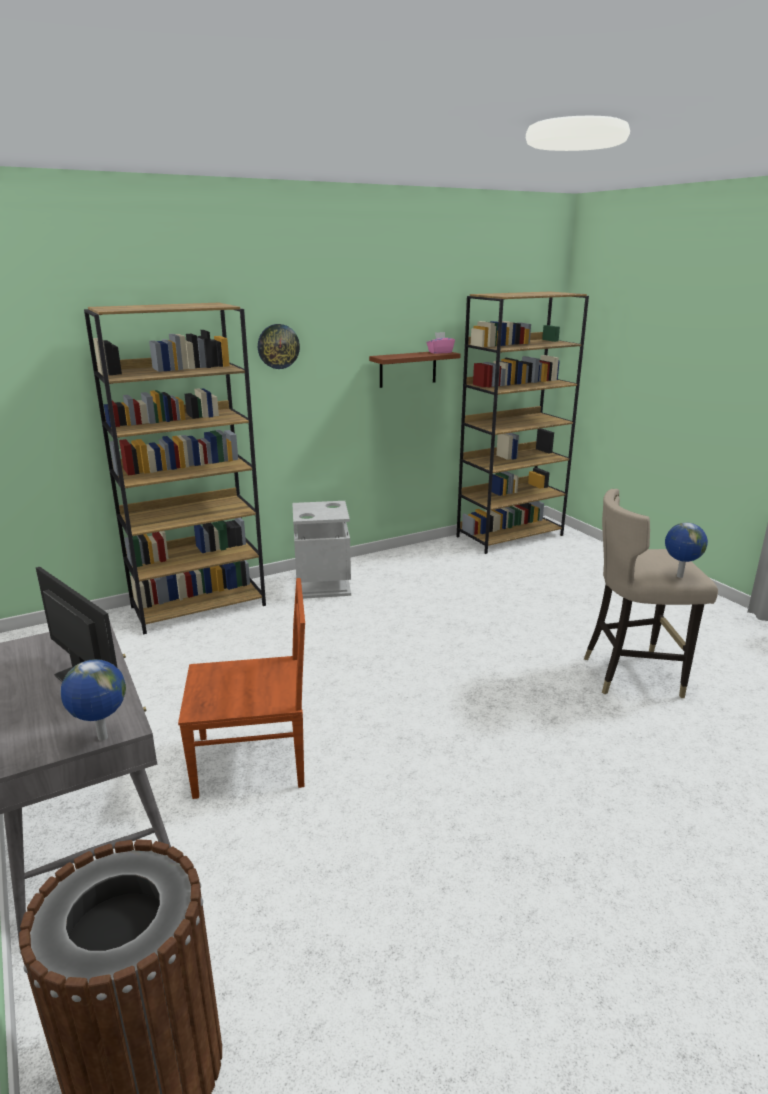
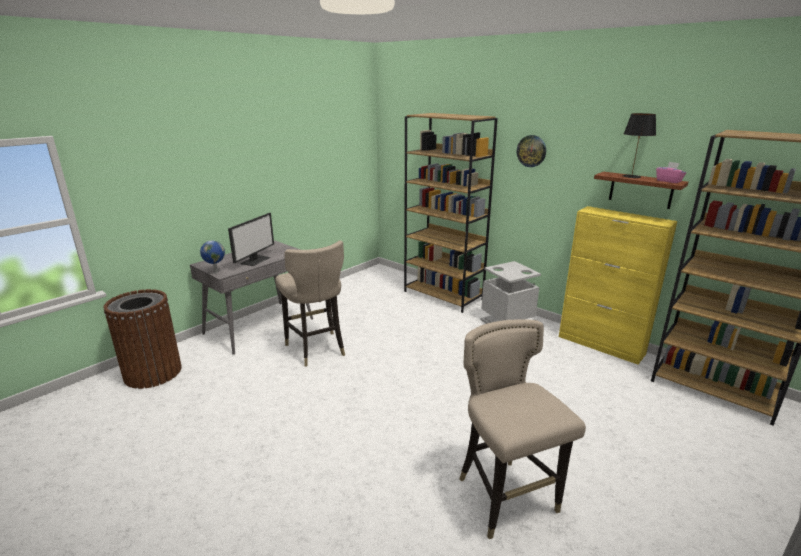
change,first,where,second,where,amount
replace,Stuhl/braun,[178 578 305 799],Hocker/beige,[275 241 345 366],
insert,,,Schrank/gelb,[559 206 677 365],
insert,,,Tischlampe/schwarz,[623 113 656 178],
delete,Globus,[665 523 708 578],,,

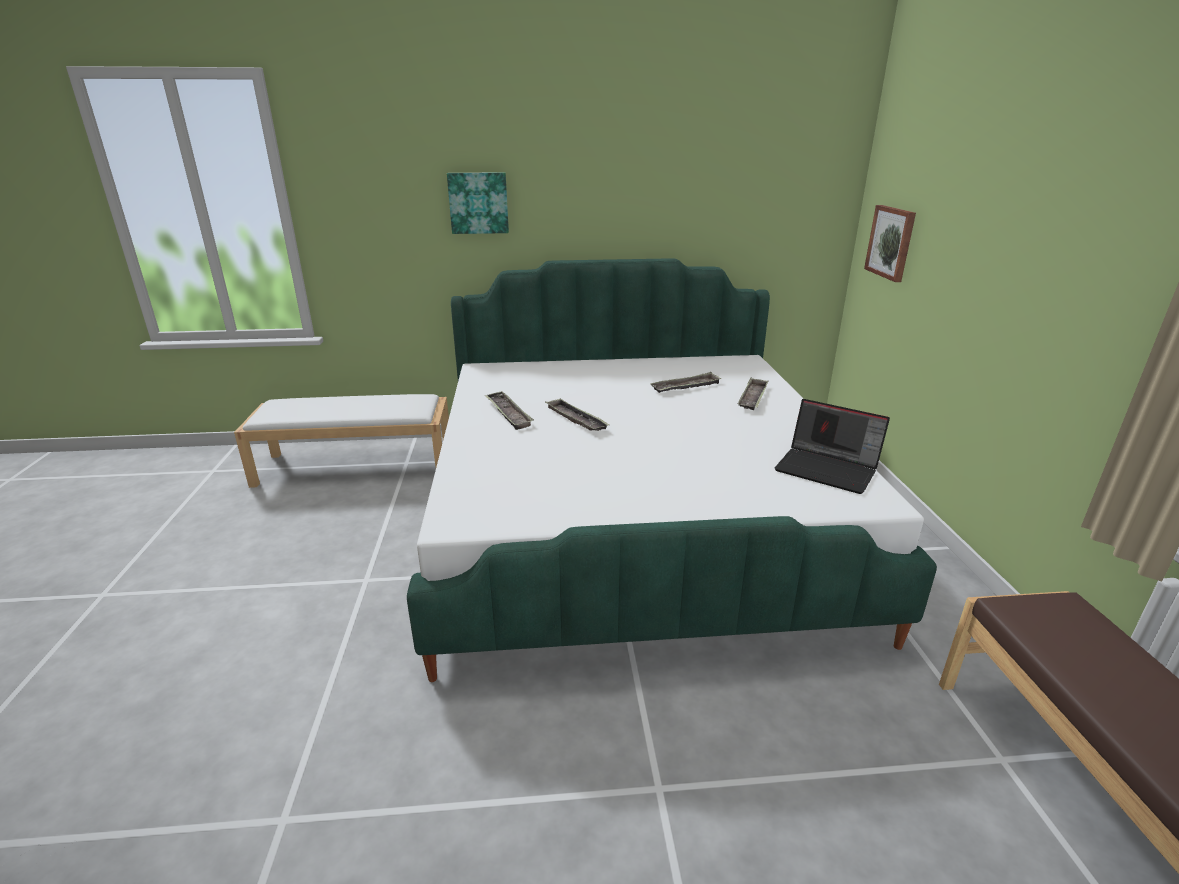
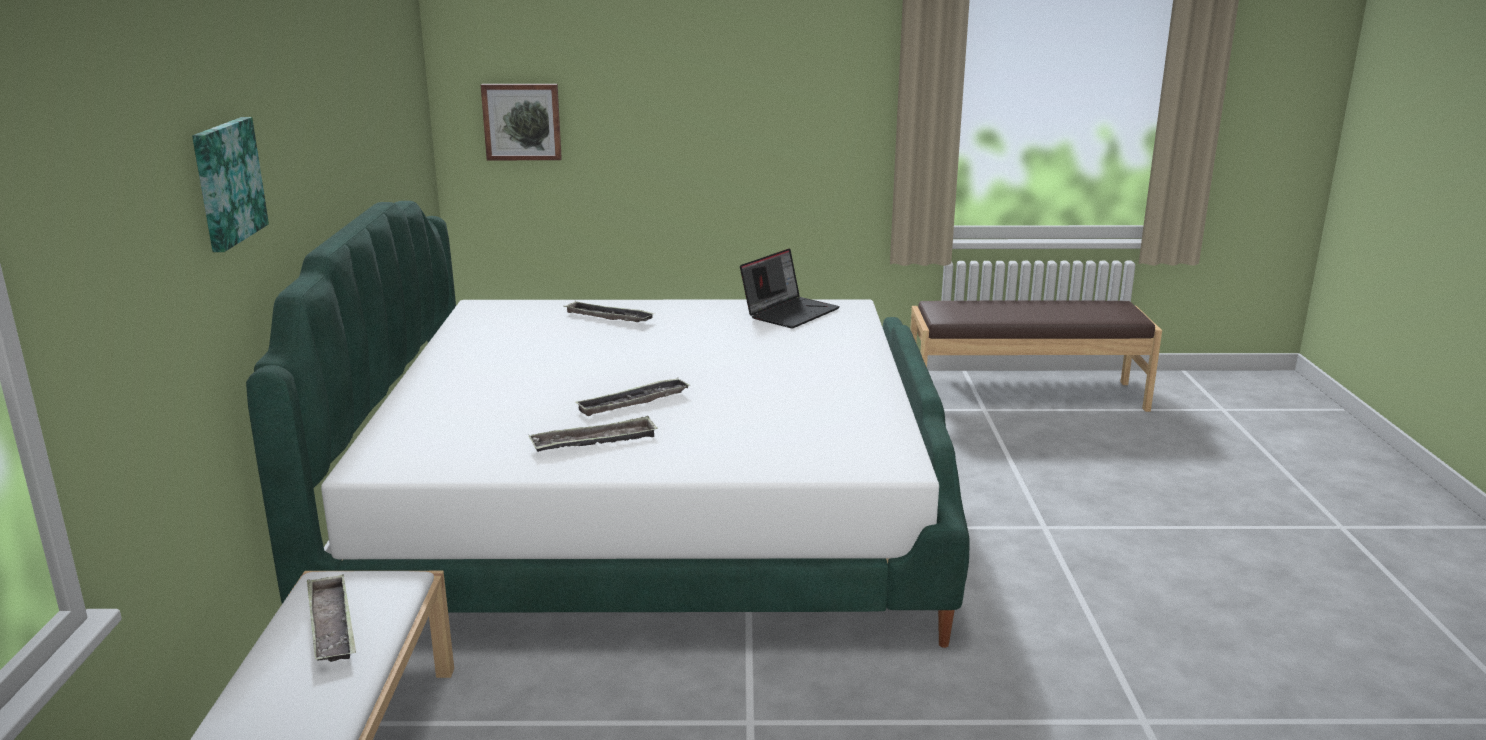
change,first,where,second,where,amount
move,Tablett,[651 372 722 393],,[307 574 356 662],

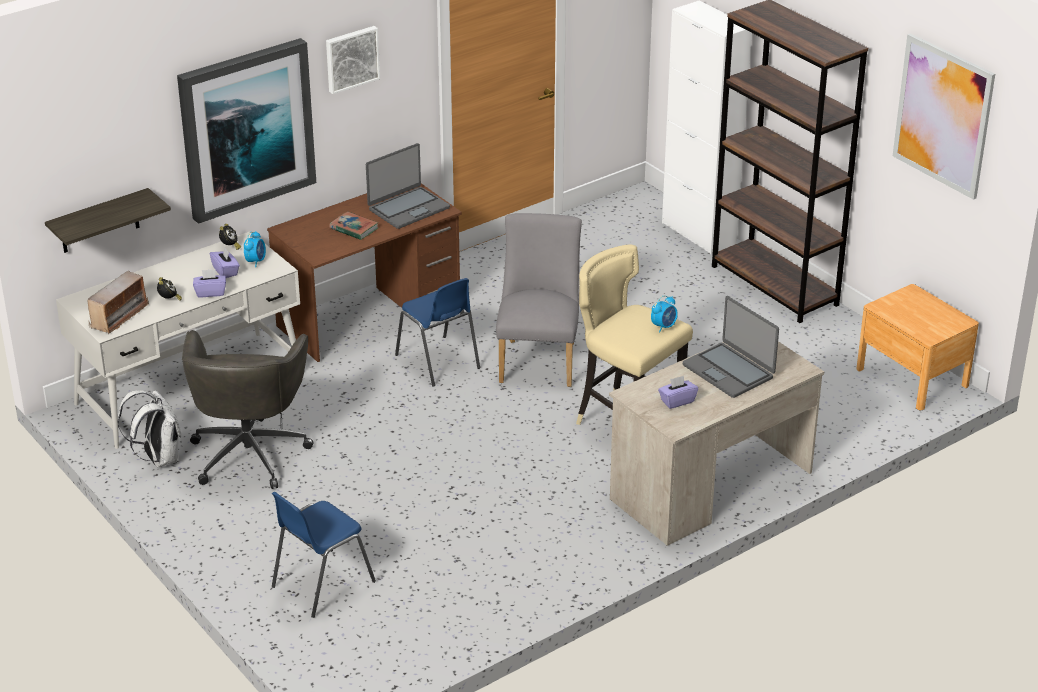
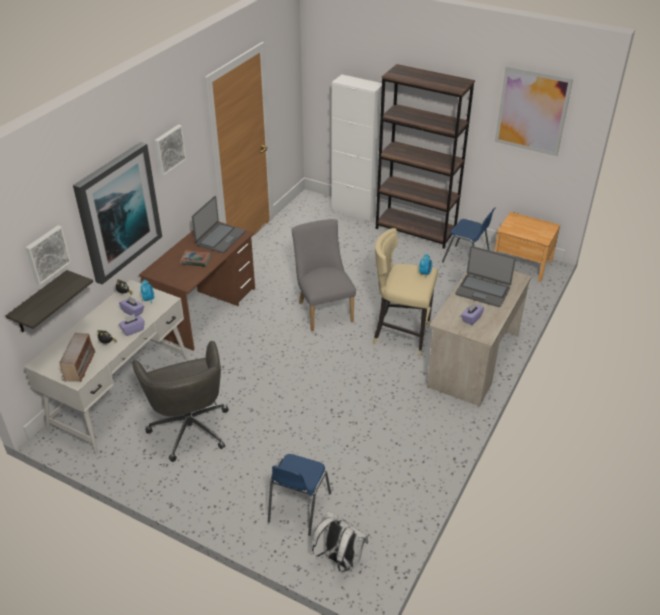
change,first,where,second,where,amount
insert,,,Bild,[25 225 71 285],
move,Rucksack/weiß,[118 390 181 467],,[312 511 368 572],
move,Stuhl/blau,[395 278 480 386],,[442 207 496 263],

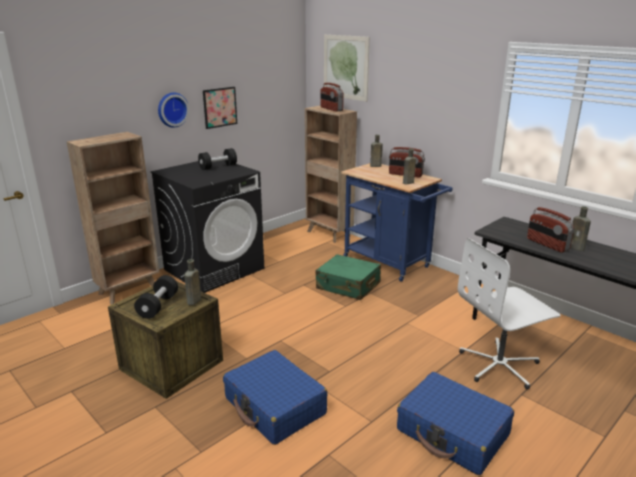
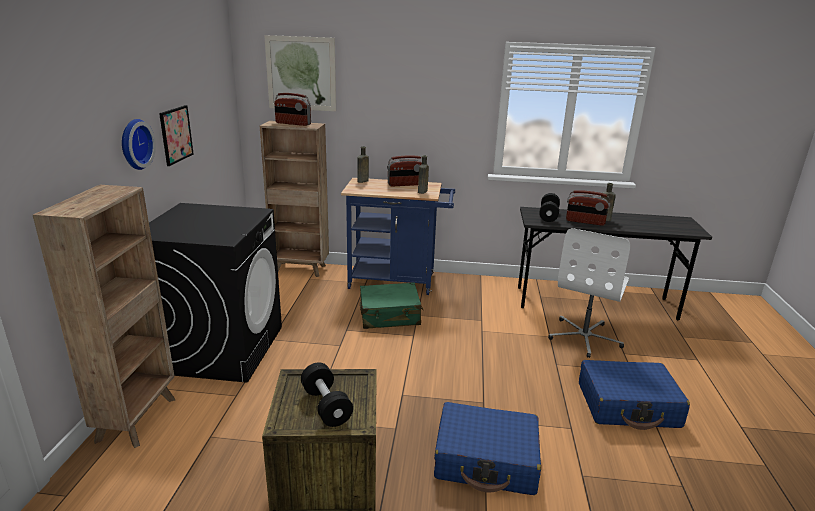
change,first,where,second,where,amount
move,Hantel/schwarz,[198 148 237 170],,[539 193 560 222],
delete,Flasche/braun,[184 259 201 306],,,

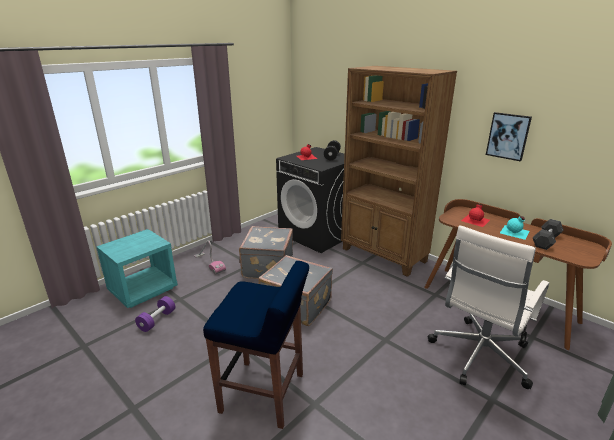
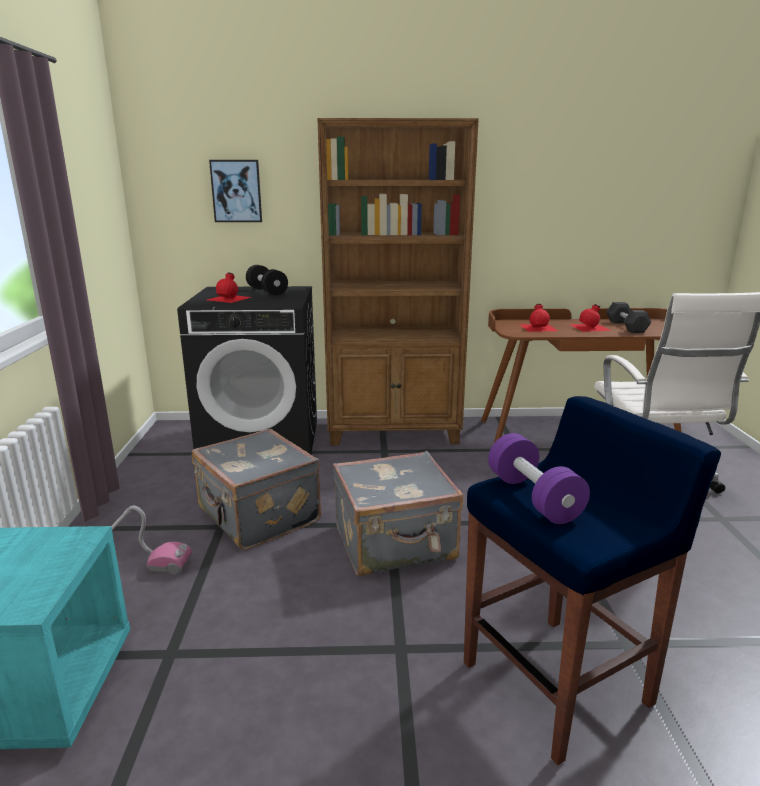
change,first,where,second,where,amount
move,Bild,[486 112 532 161],,[209 160 262 222],
move,Hantel/lila,[135 296 175 332],,[488 433 590 524],
recolor,Flasche/türkis,[500 216 530 240],Flasche/rot,[570 304 612 332],

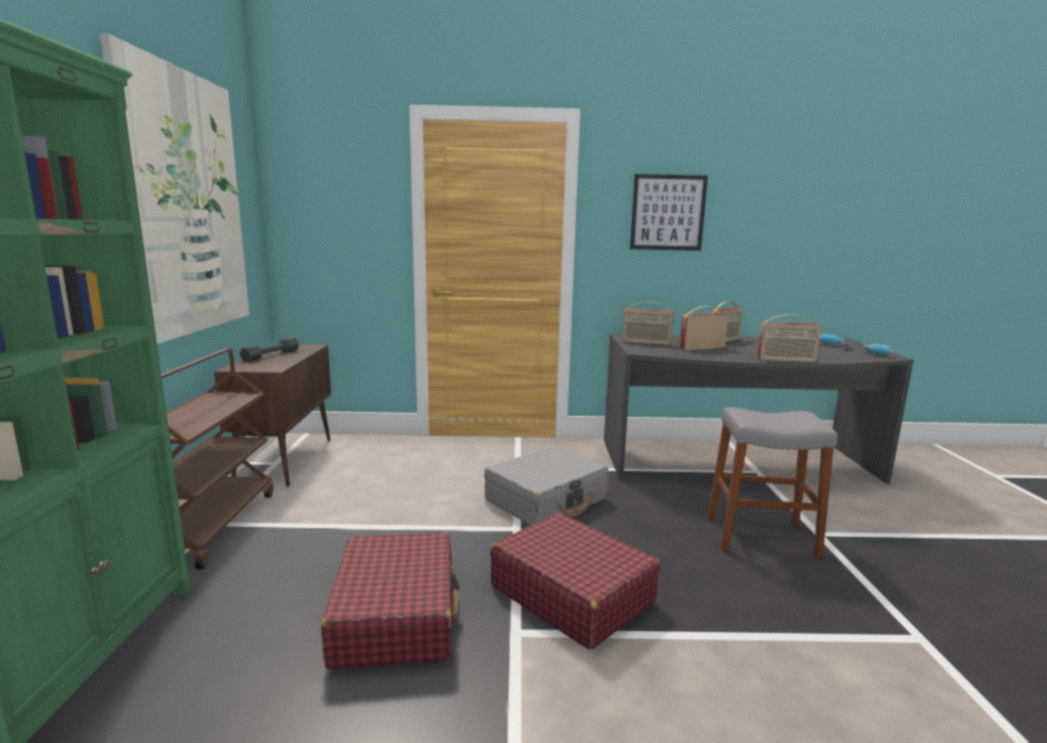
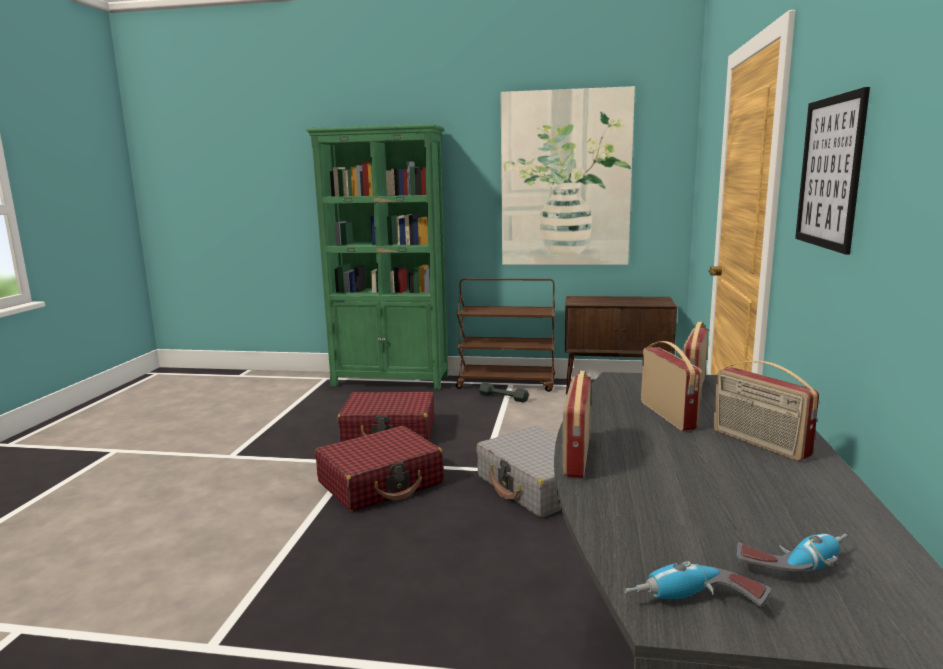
change,first,where,second,where,amount
move,Hantel/grau,[240 337 299 362],,[479 382 529 403],
delete,Hocker/grau,[708 407 837 558],,,

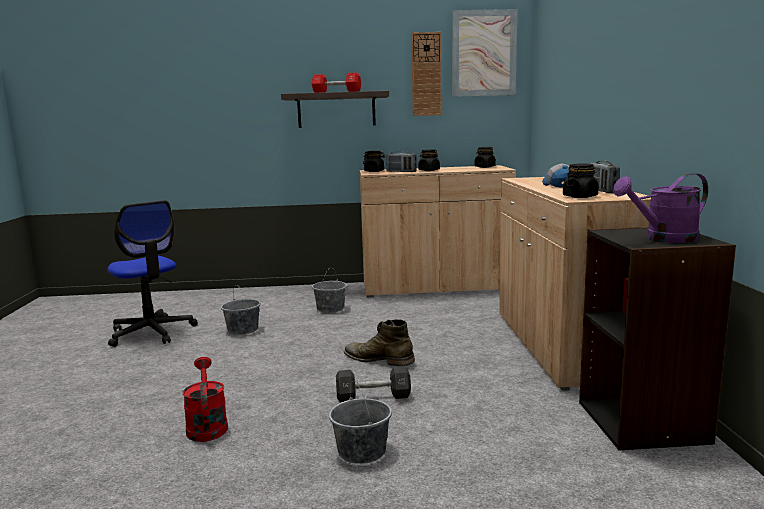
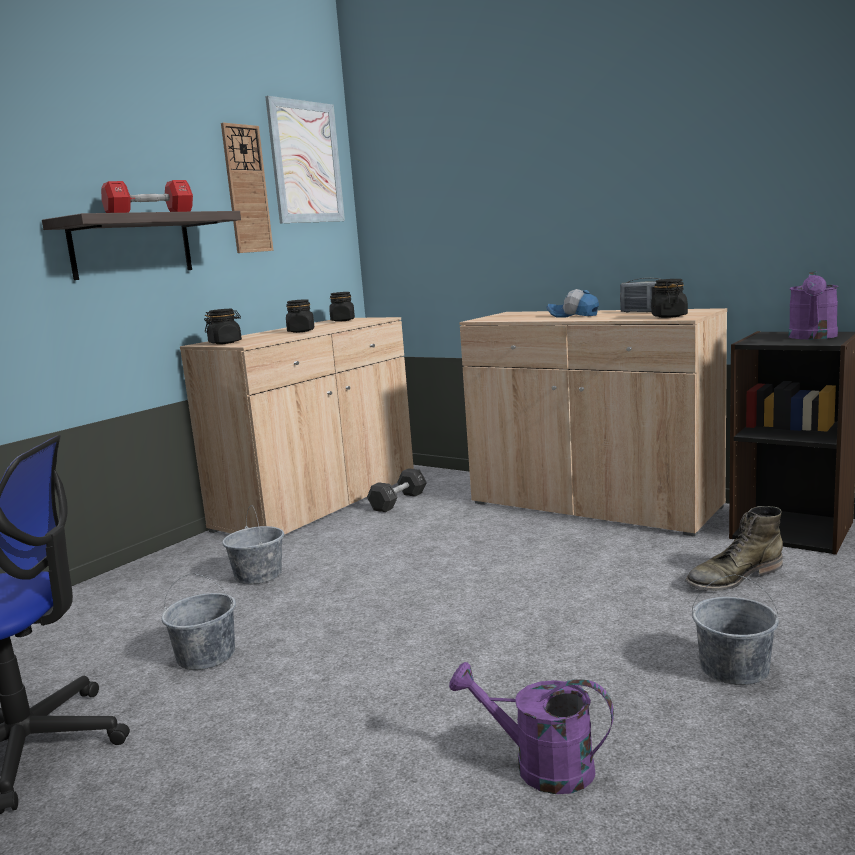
change,first,where,second,where,amount
move,Hantel/schwarz,[336 366 411 403],,[367 468 427 512],
recolor,Gießkanne/rot,[183 357 228 442],Gießkanne/lila,[449 662 614 794],
move,Stiefel/grün,[344 319 415 366],,[685 506 783 591],
delete,Radio,[386 151 417 172],,,

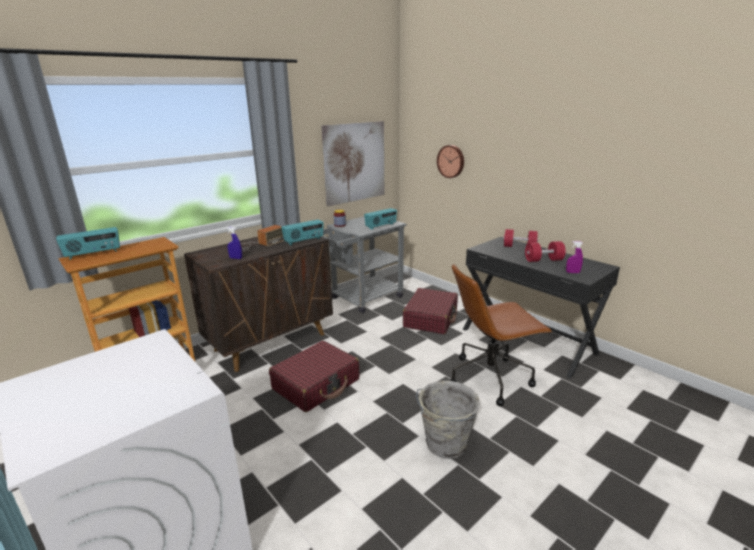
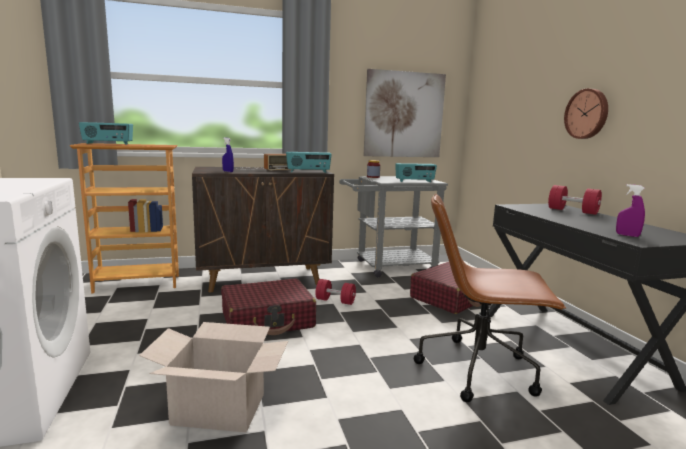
change,first,where,second,where,amount
insert,,,Karton,[139 322 288 432],
move,Hantel/rot,[525 241 566 262],,[315 279 356 305],
move,Wanduhr,[437 145 464 178],,[564 89 608 139],
delete,Eimer/grau,[416 381 480 459],,,

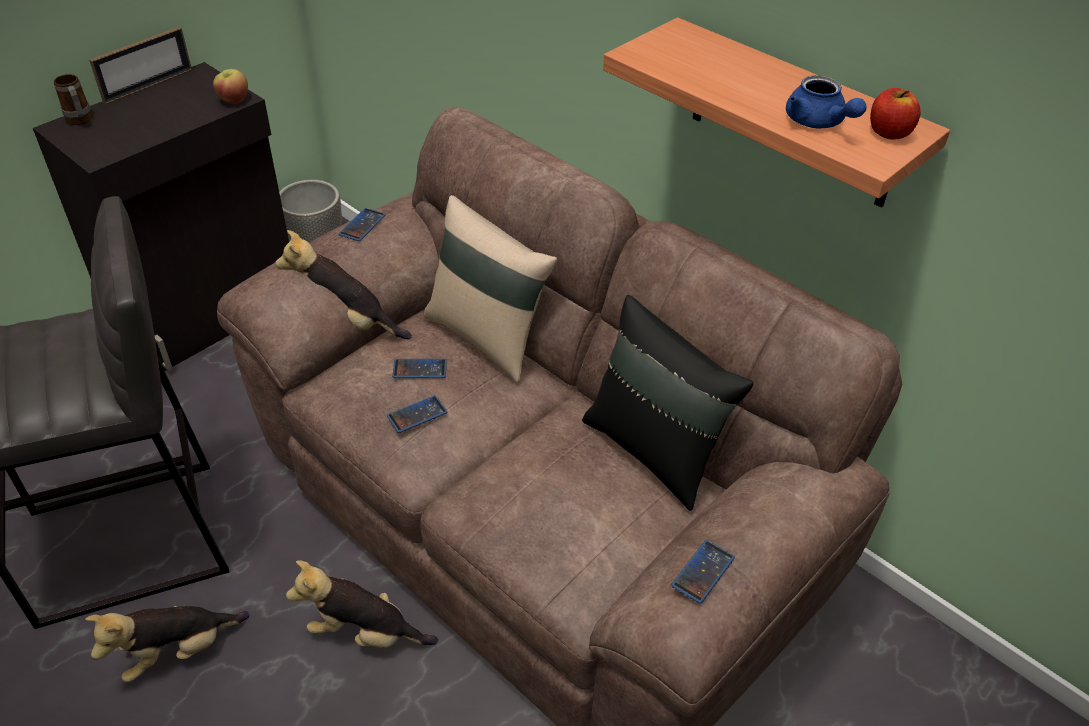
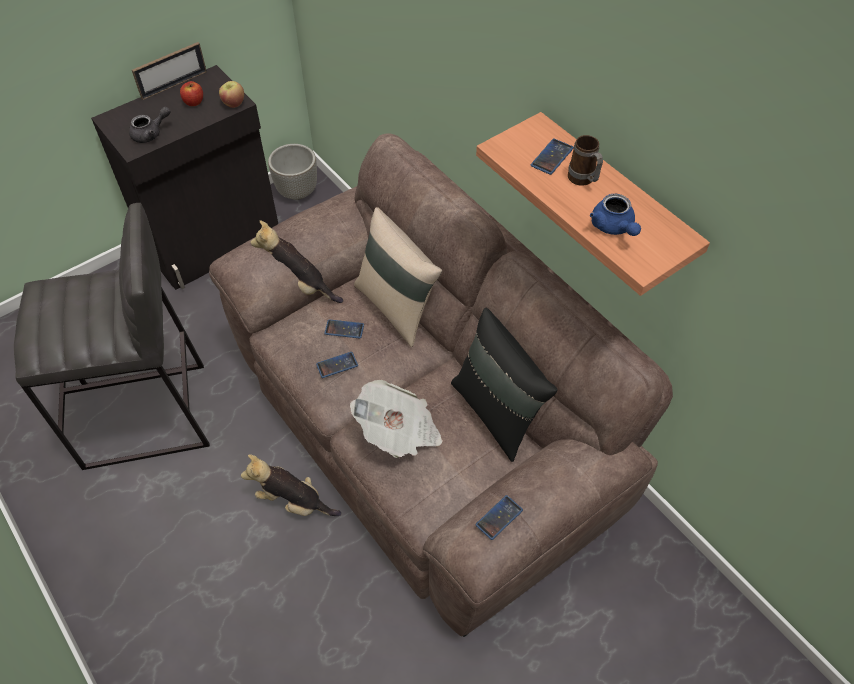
change,first,where,second,where,amount
insert,,,Teekanne/grau,[129 107 170 143],
move,Apfel,[870 88 921 140],,[180 81 203 106],
insert,,,Zeitung,[350 380 443 458],
move,Handy,[339 208 386 241],,[530 138 574 175],
move,Henkelbecher,[54 74 93 125],,[568 135 603 186],
delete,Plüschtier,[85 606 250 682],,,

